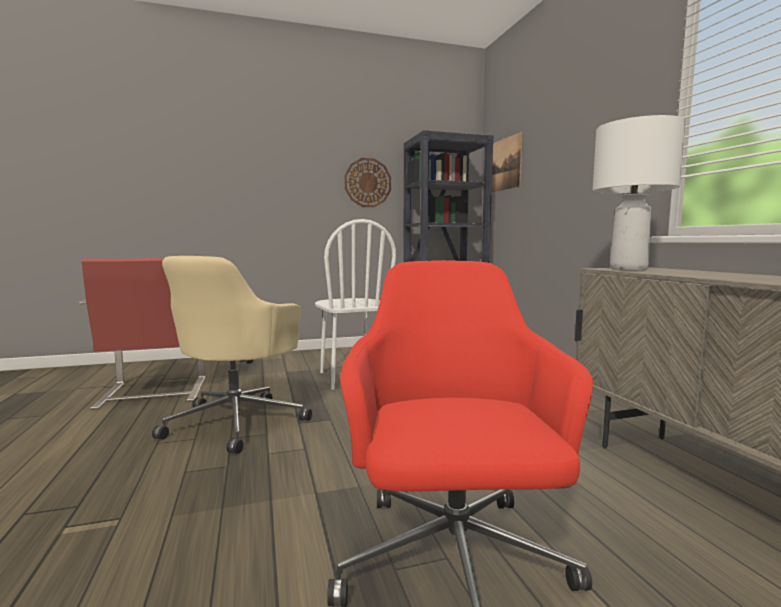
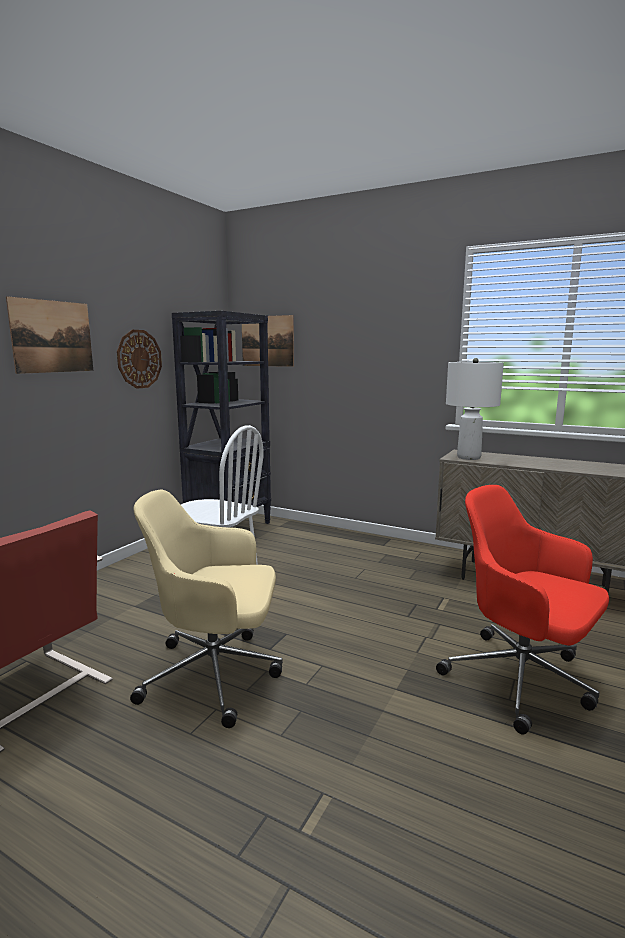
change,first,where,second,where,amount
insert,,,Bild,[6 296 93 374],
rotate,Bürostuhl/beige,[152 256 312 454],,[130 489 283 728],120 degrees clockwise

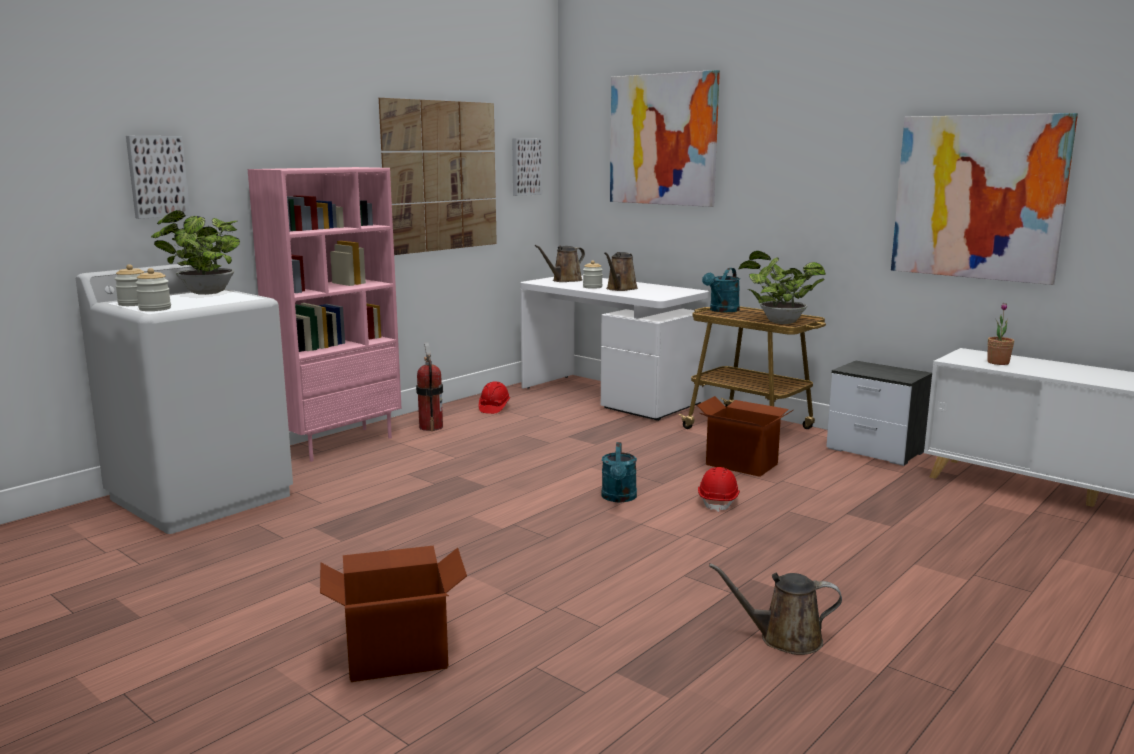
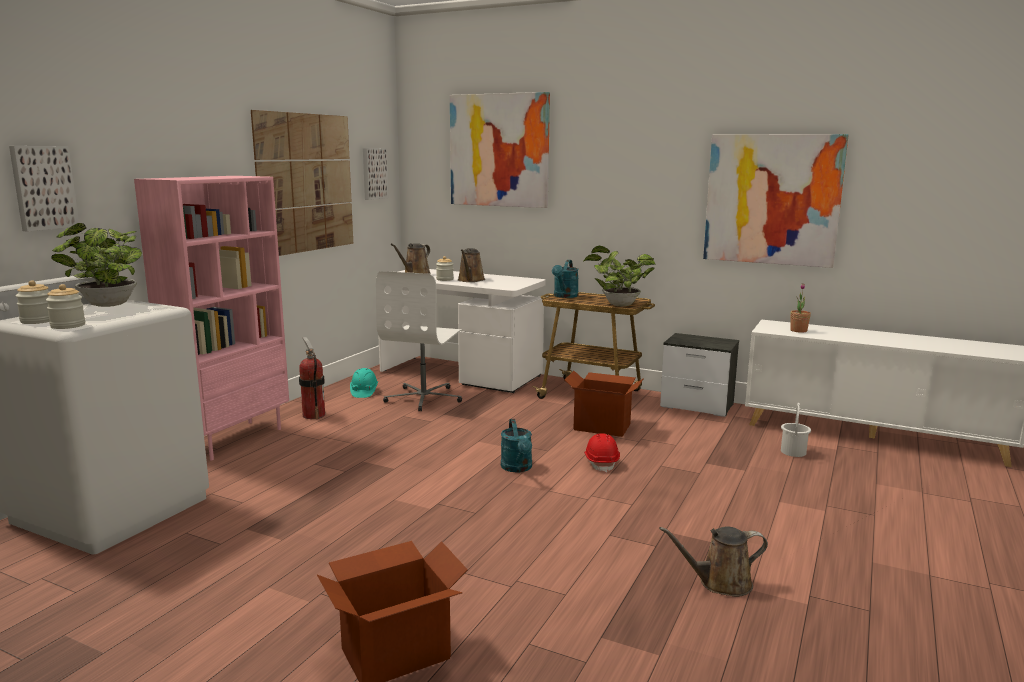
change,first,where,second,where,amount
recolor,Schutzhelm/rot,[479 381 510 414],Schutzhelm/türkis,[350 368 378 398],
insert,,,Bürostuhl/weiß,[376 271 462 411],
insert,,,Eimer/weiß,[781 403 811 457],

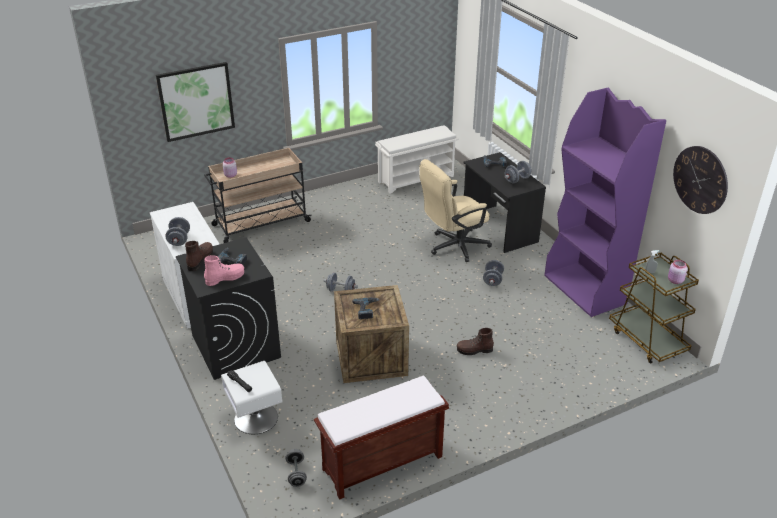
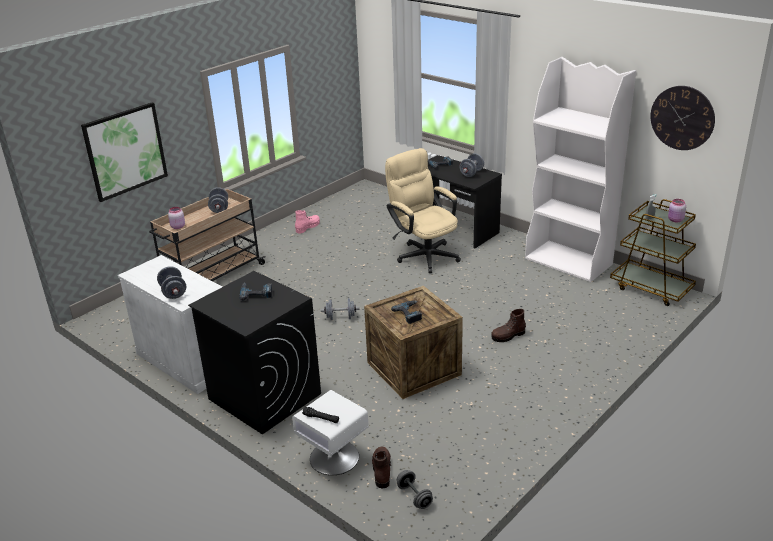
change,first,where,second,where,amount
move,Hantel/grau,[483 260 504 286],,[208 187 228 213],
move,Stiefel/rosa,[204 255 244 286],,[295 210 320 233],
move,Stiefel/braun,[185 241 213 271],,[372 447 391 489],
rotate,Bürostuhl/beige,[419 159 492 262],,[385 148 461 273],105 degrees clockwise
recolor,Bücherregal/lila,[544 88 666 317],Bücherregal/weiß,[525 57 636 282],
delete,Bank/braun,[314 376 449 500],,,
delete,Schuhregal/weiß,[375 125 459 194],,,

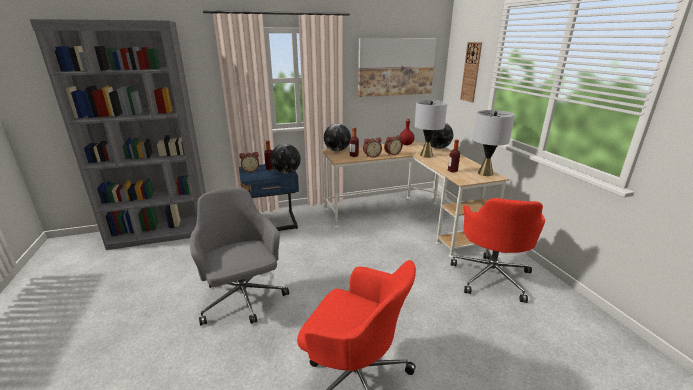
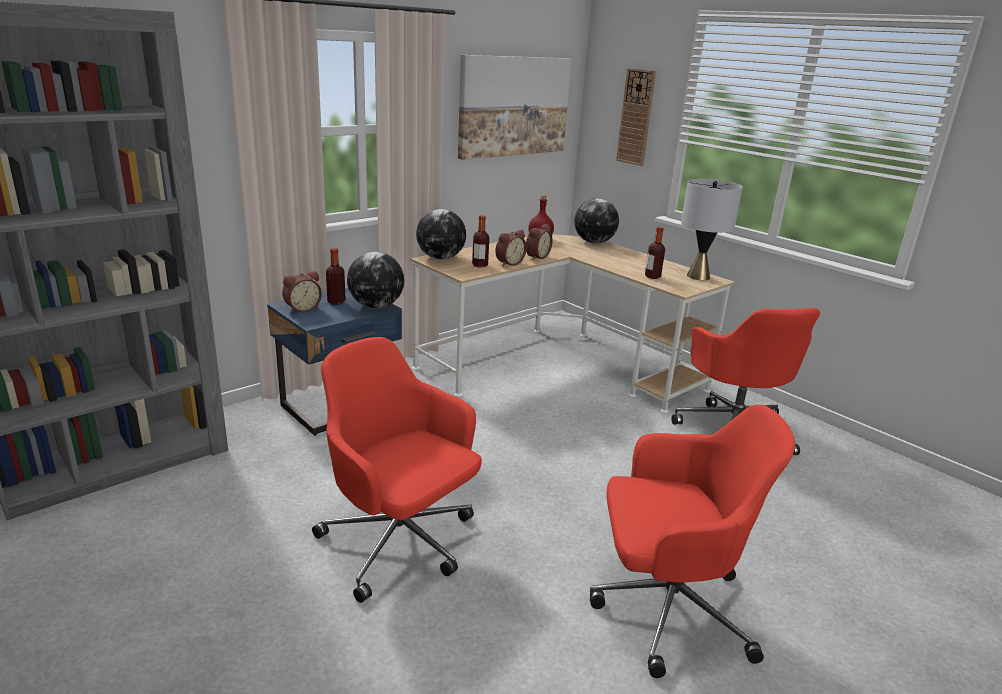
change,first,where,second,where,amount
recolor,Bürostuhl/grau,[190 187 289 326],Bürostuhl/rot,[312 337 482 603],
delete,Tischlampe/grau,[414 100 447 158],,,

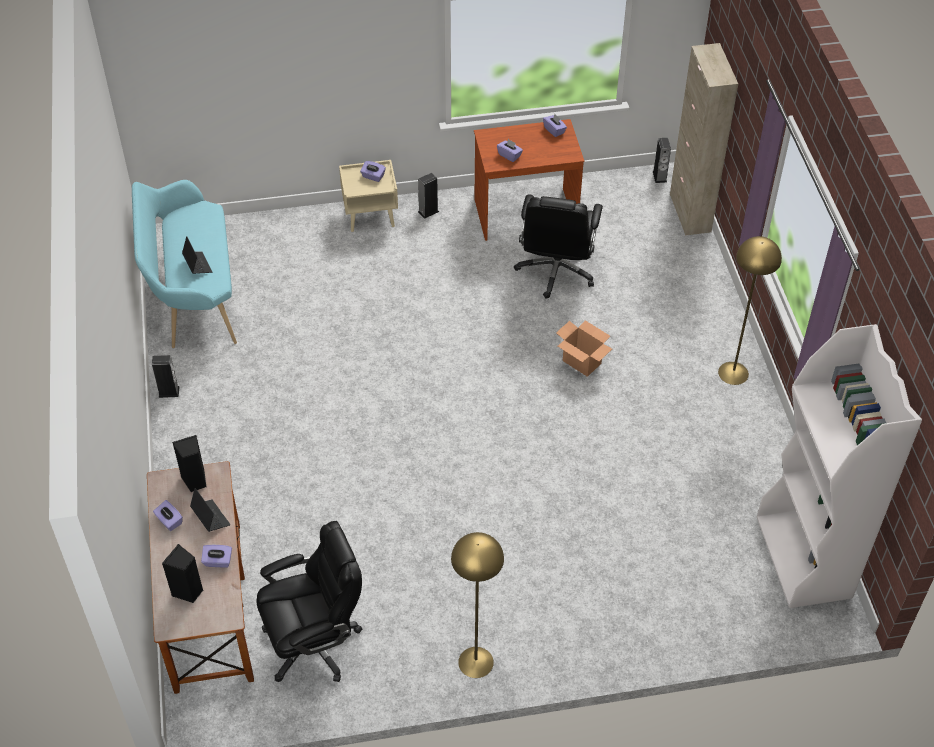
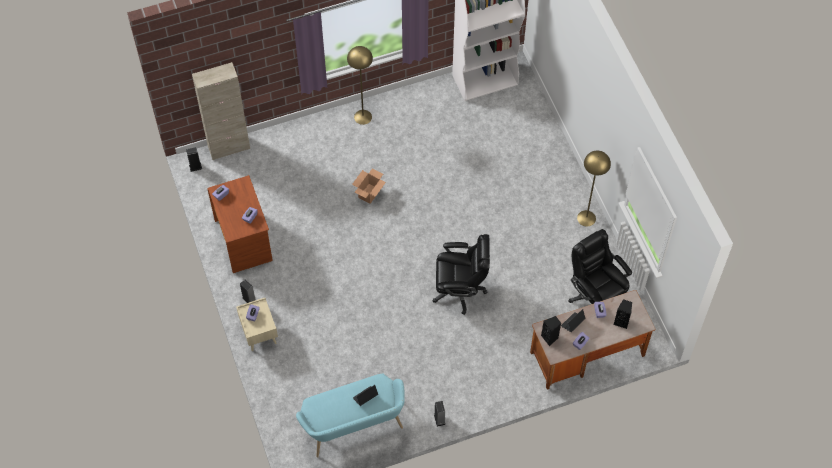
change,first,where,second,where,amount
move,Bürostuhl/schwarz,[514 194 603 299],,[433 234 490 315],

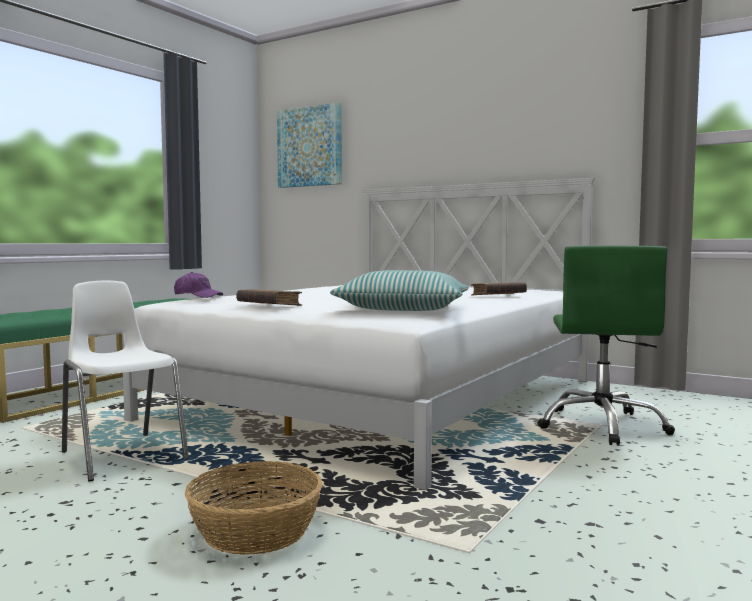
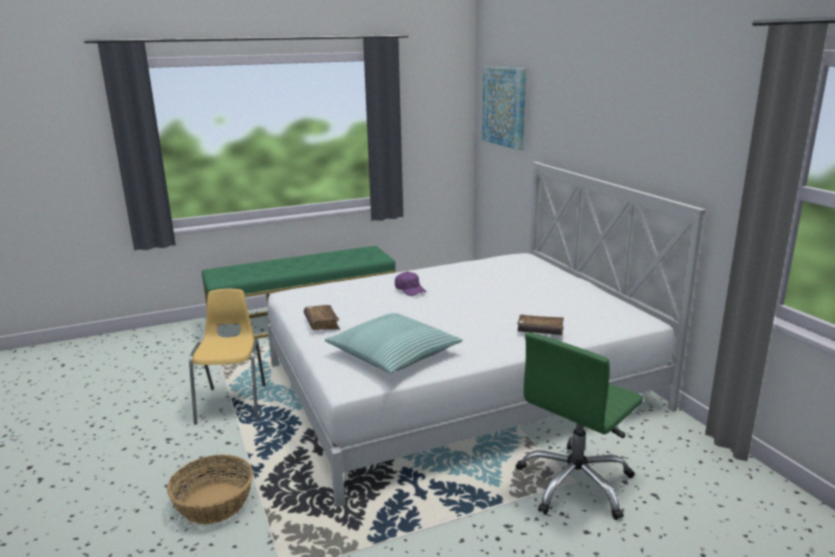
change,first,where,second,where,amount
recolor,Stuhl/weiß,[62 281 189 482],Stuhl/gelb,[189 289 266 425],
move,Kappe/lila,[174 272 223 298],,[395 272 427 296],

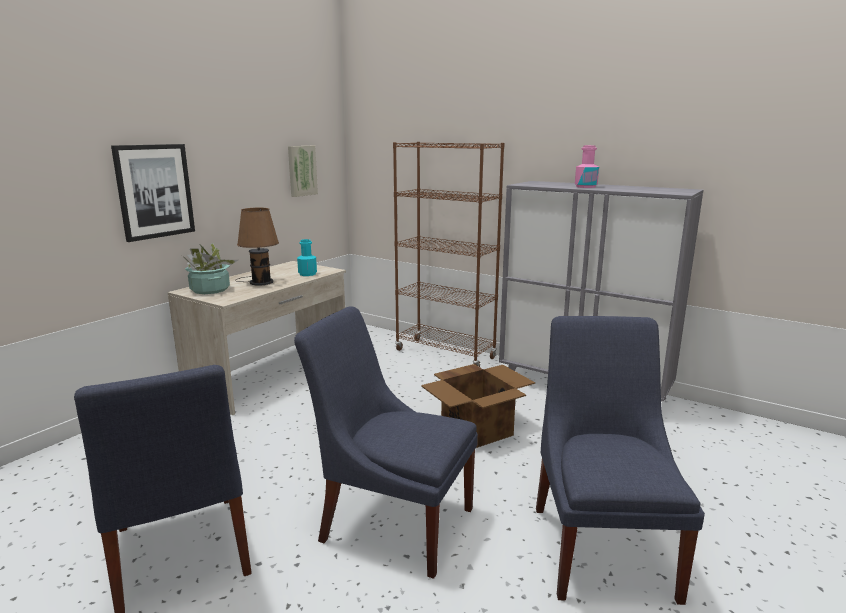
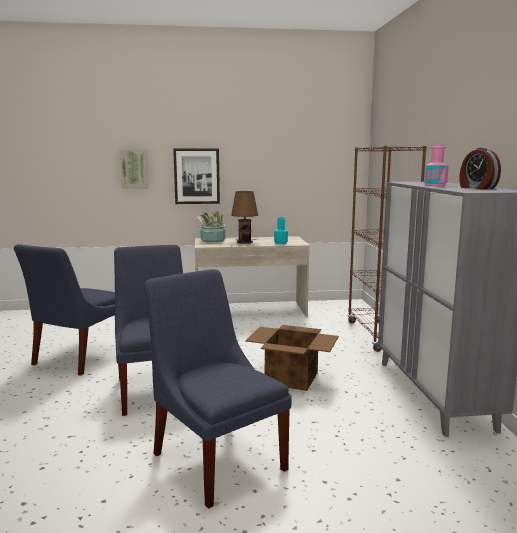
change,first,where,second,where,amount
move,Bild,[288 146 318 197],,[120 150 148 189],
rotate,Stuhl/blau,[536 316 705 605],,[144 269 292 509],90 degrees counterclockwise
insert,,,Wecker,[459 148 501 189],

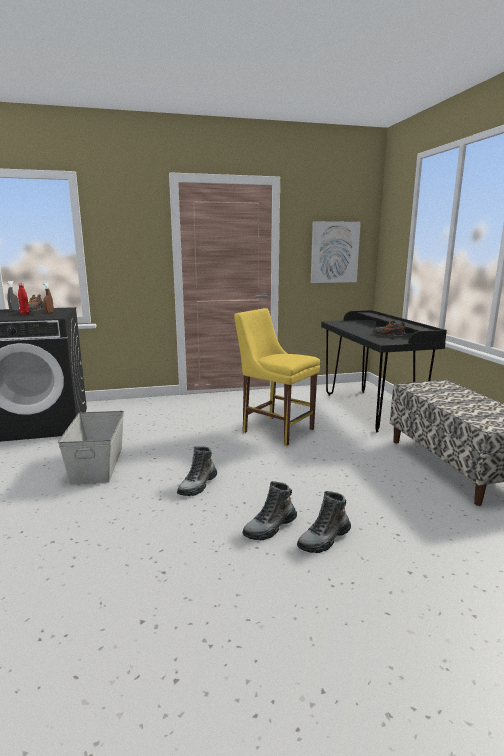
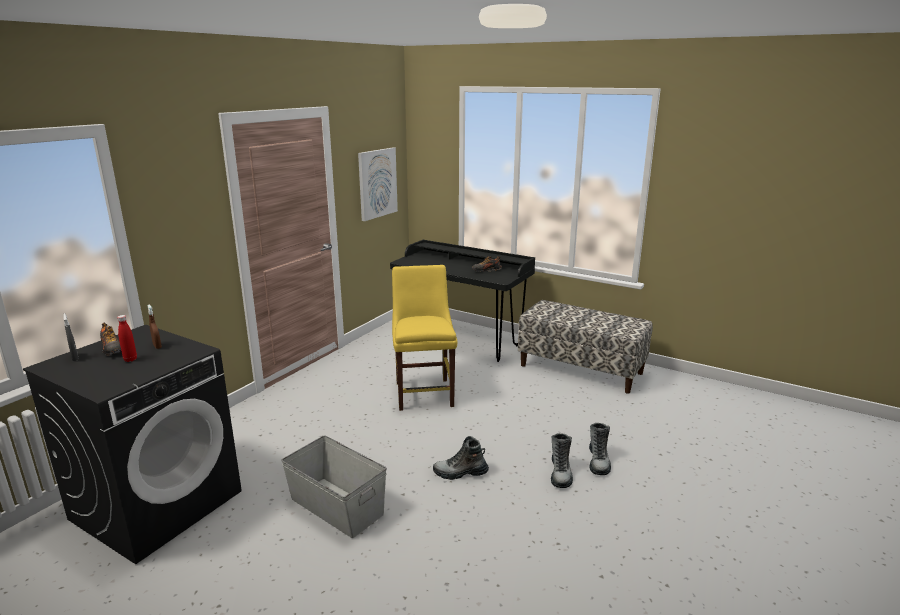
change,first,where,second,where,amount
rotate,Stuhl/gelb,[234 308 320 446],,[392 265 457 411],90 degrees clockwise
rotate,Stiefel,[177 446 217 496],,[433 436 489 480],105 degrees clockwise

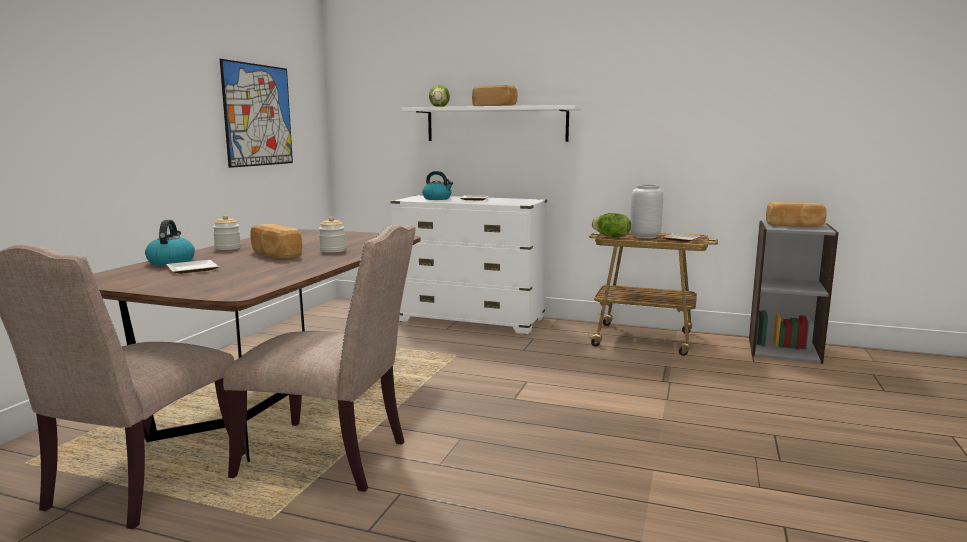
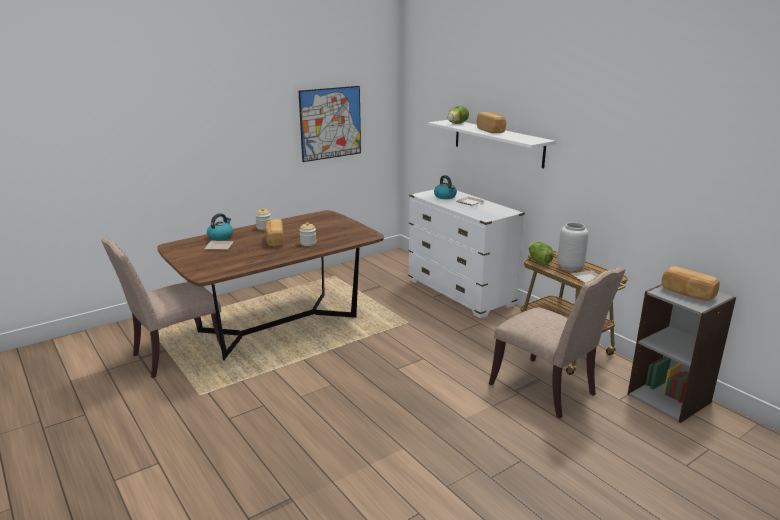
change,first,where,second,where,amount
move,Stuhl/beige,[223 225 415 492],,[489 267 625 418],

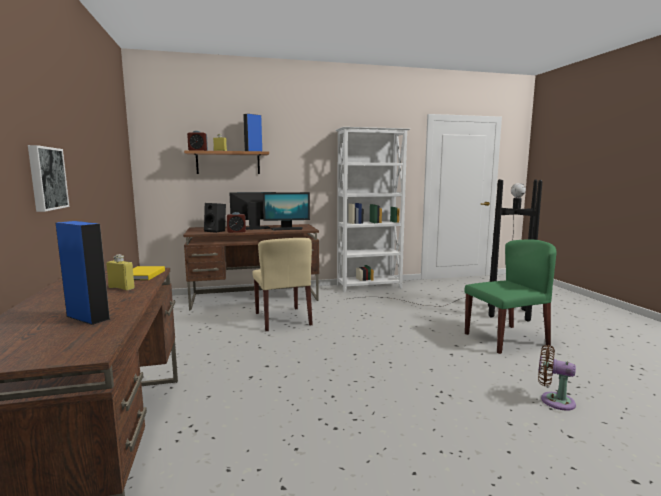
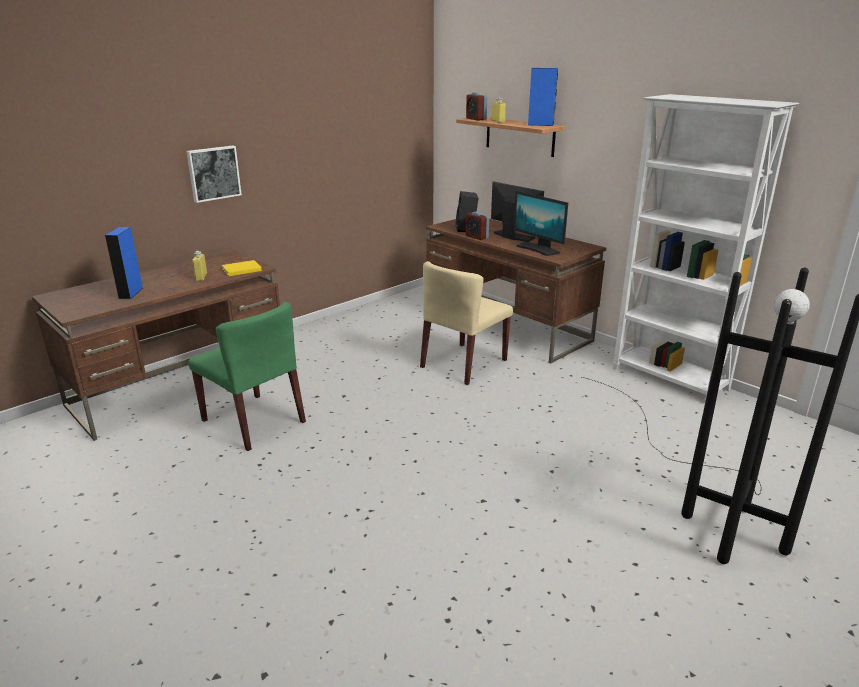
change,first,where,second,where,amount
move,Stuhl/grün,[464 239 557 354],,[188 302 306 451],
delete,Ventilator/braun,[538 345 576 411],,,

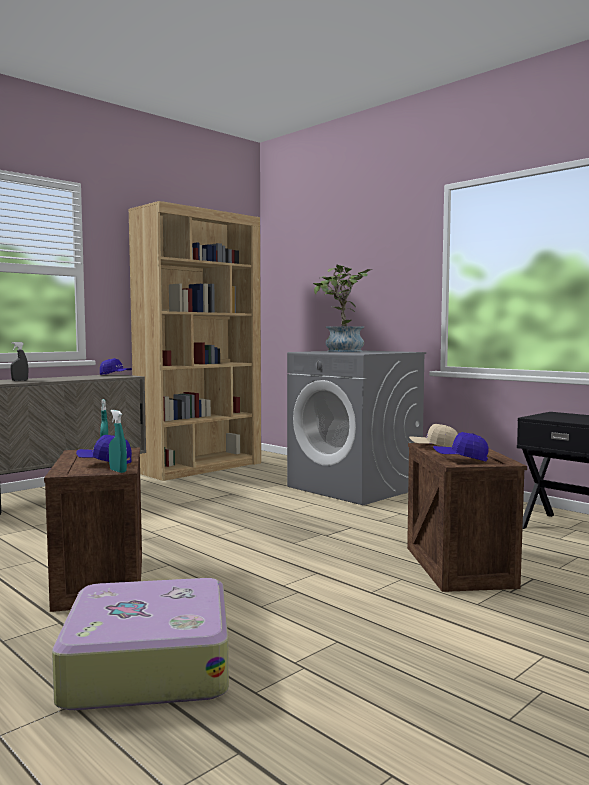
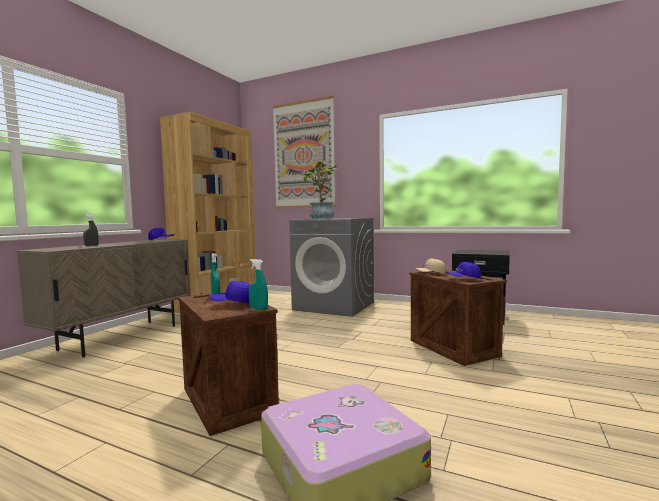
change,first,where,second,where,amount
insert,,,Bild,[273 96 335 209],

